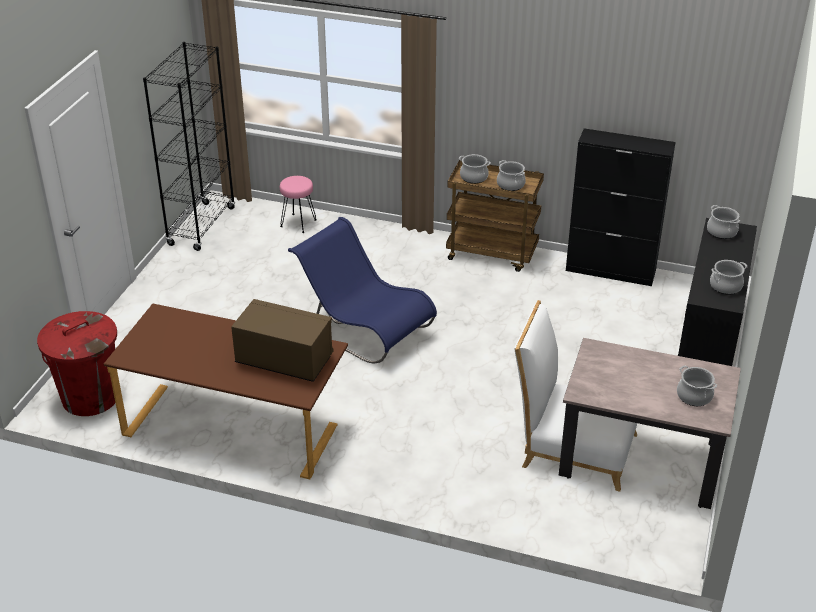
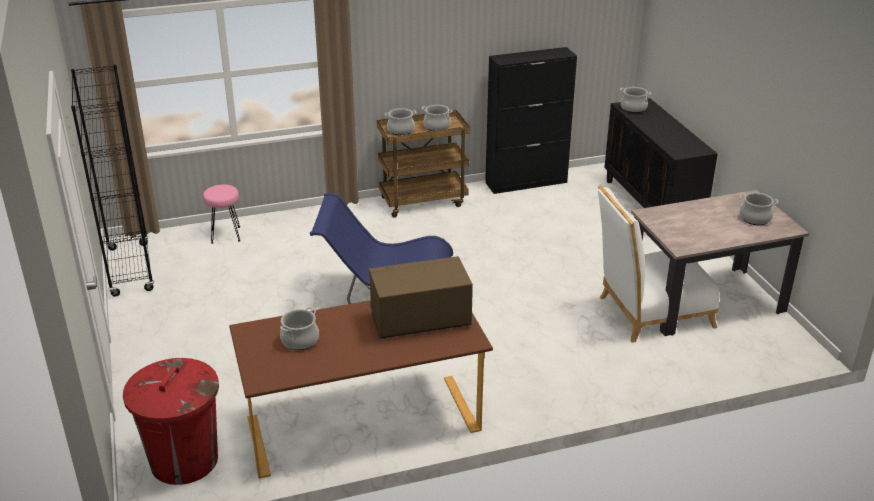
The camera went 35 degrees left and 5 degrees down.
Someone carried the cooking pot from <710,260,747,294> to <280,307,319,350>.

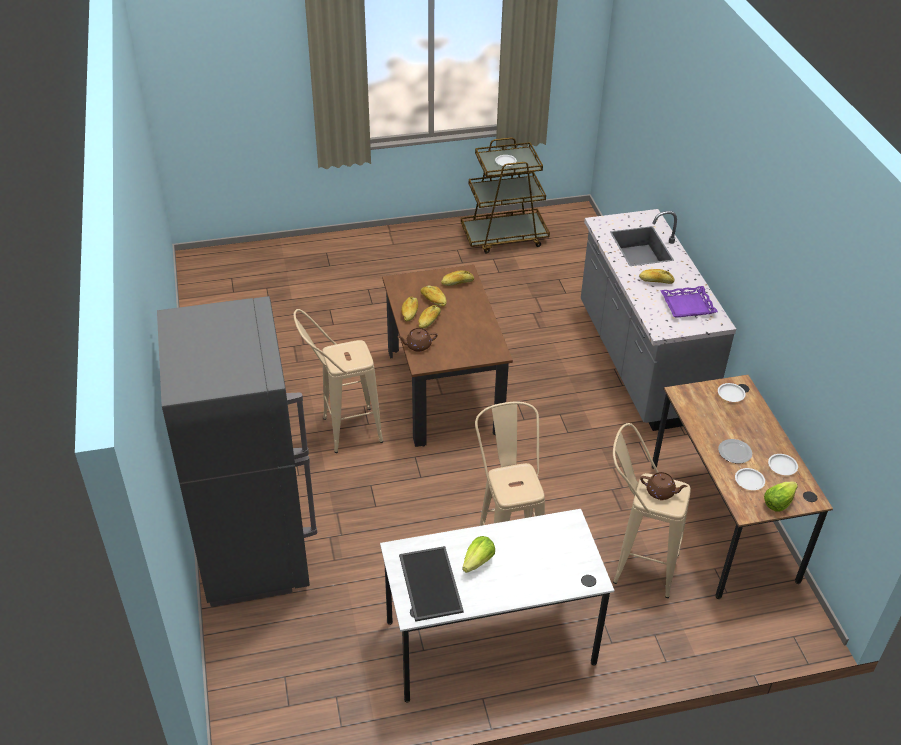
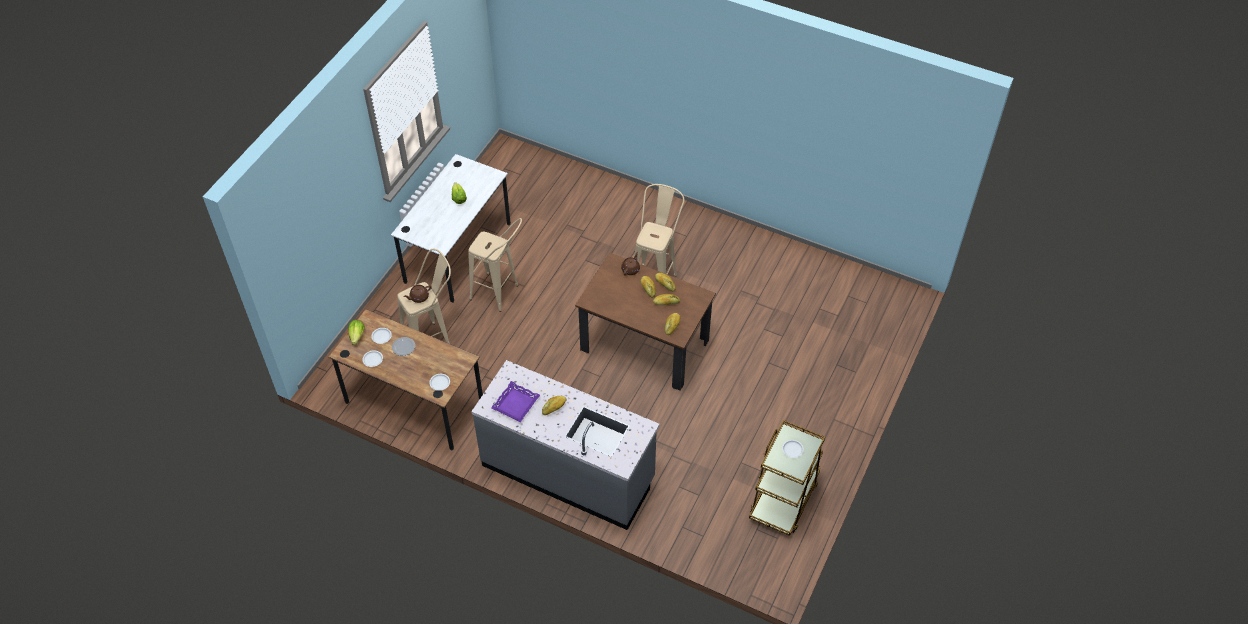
The camera went 130 degrees right and 10 degrees up.
Someone took away the fridge (grey) at <157,296,317,607>.
Someone took away the serving tray at <399,546,464,622>.

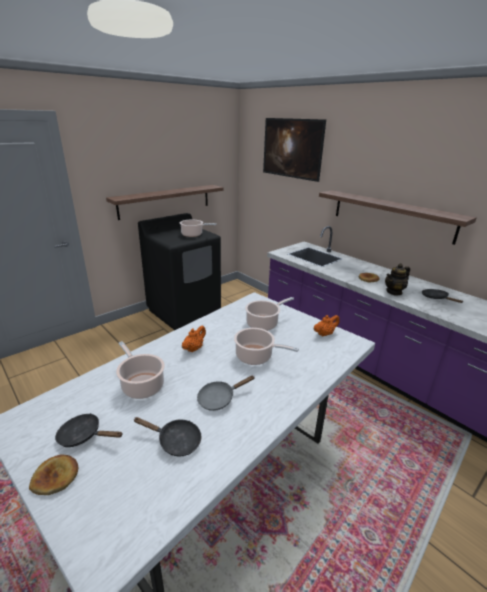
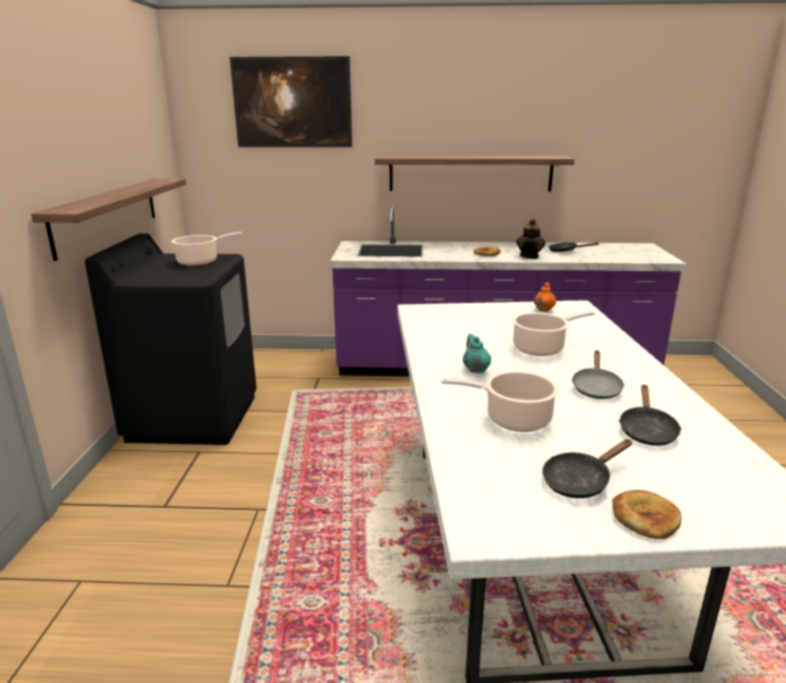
The camera went 45 degrees left and 5 degrees down.
Someone took away the cooking pot at <245,297,294,331>.
Someone repainted the pot for tea (orangey) at <182,326,206,352>, which became the pot for tea (turquoise) at <463,334,491,373>.
Someone rotated the frying pan (blackish) at <133,417,201,456> by 135 degrees clockwise.

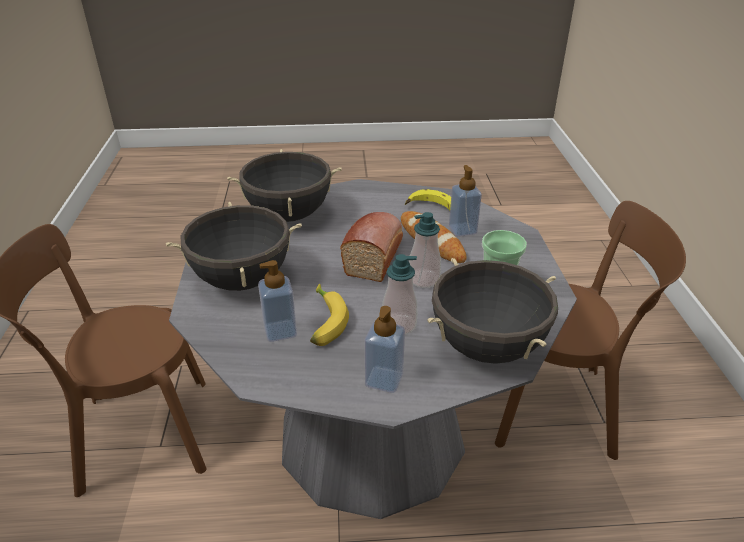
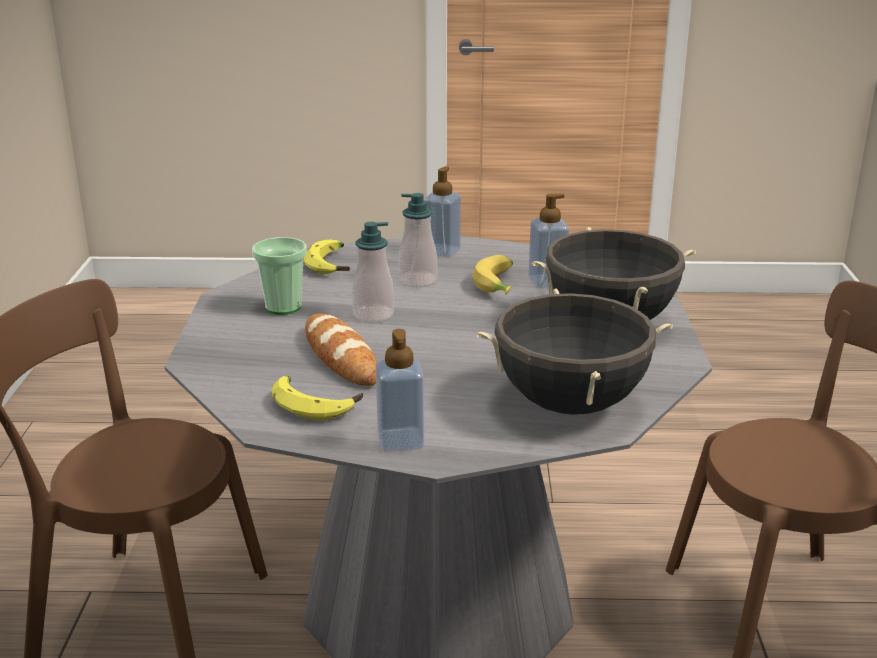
The camera went 175 degrees left and 10 degrees down.
Someone carried the soap bottle from <449,165,482,236> to <376,329,424,452>.
Someone took away the baked bread at <340,212,403,282>.
Someone swapped the cooking pot (blackish) at <427,258,558,364> for the banana fruit at <304,240,350,274>.

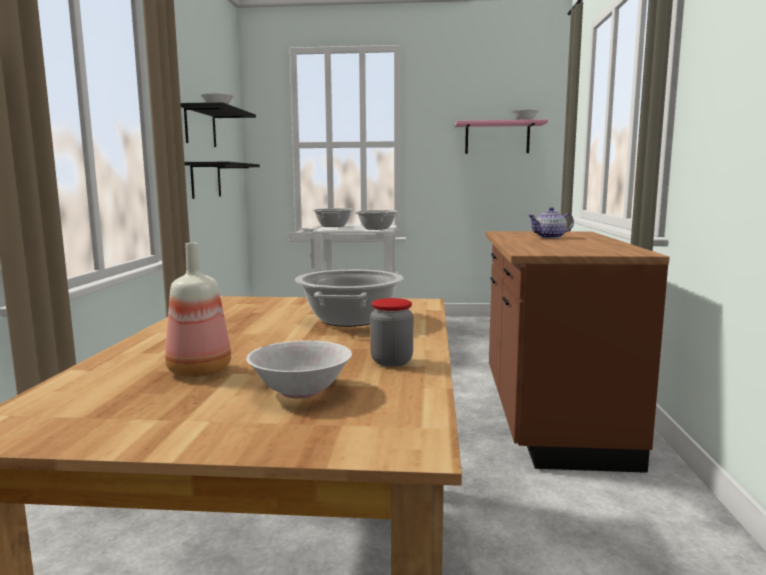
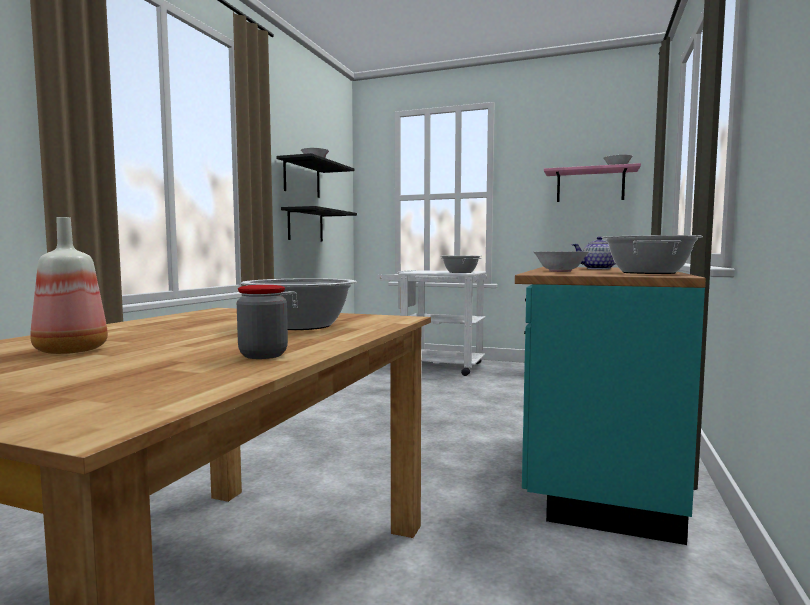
The camera went 15 degrees right and 5 degrees down.
Someone carried the cooking pot from <312,208,354,227> to <602,235,703,274>.
Someone repainted the kitchen counter (brownish) at <485,231,670,473>, which became the kitchen counter (turquoise) at <515,267,706,545>.
Someone carried the bowl (whitish) from <246,340,352,399> to <534,251,589,272>.

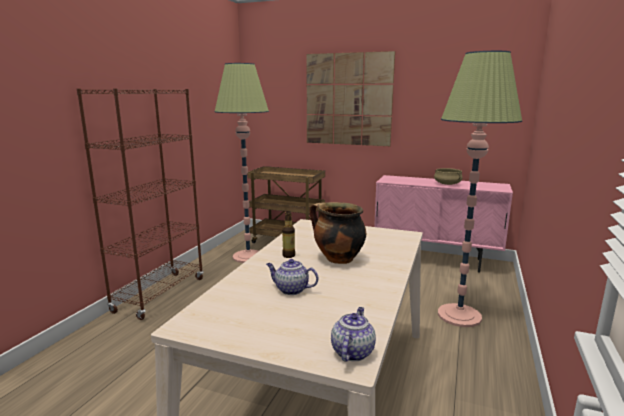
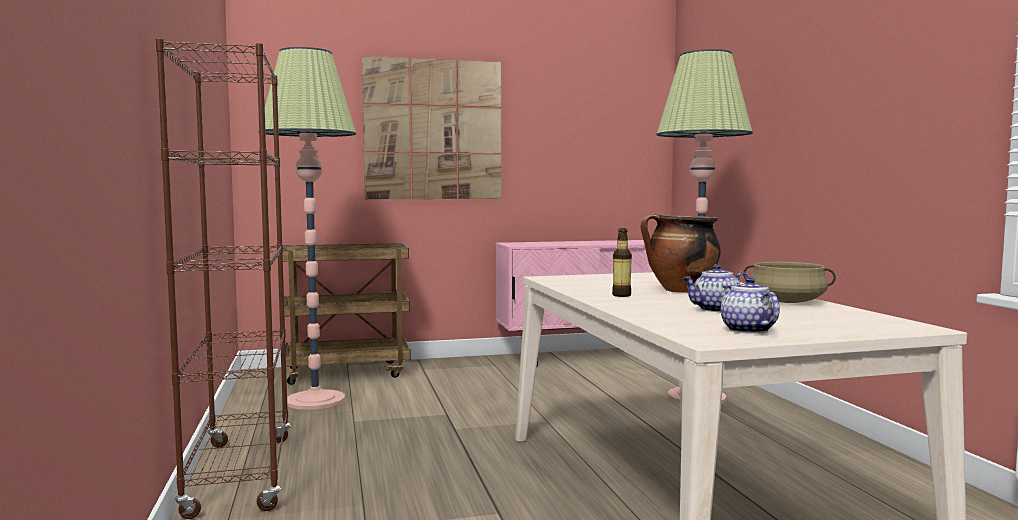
The camera went 35 degrees left and 10 degrees down.
Someone carried the cooking pot (sand-coloured) from <434,168,463,185> to <743,262,836,303>.
Someone carried the pot for tea from <331,307,376,362> to <721,277,780,334>.

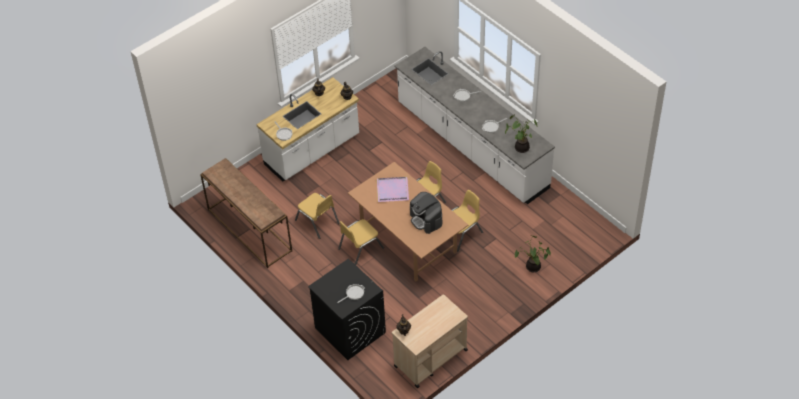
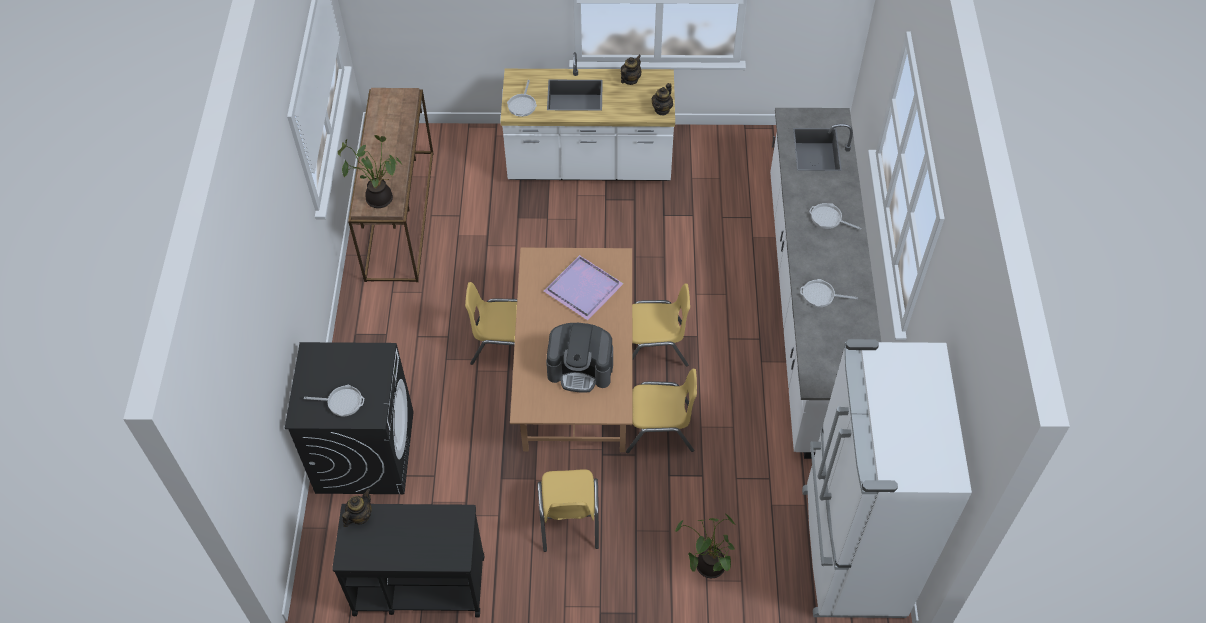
The camera went 40 degrees right and 5 degrees up.
Someone carried the potted plant from <505,114,537,153> to <338,135,402,208>.
Someone rotated the coffee machine at <410,192,442,234> by 90 degrees counterclockwise.
Someone carried the plain chair (yellow) from <295,193,339,239> to <538,469,599,552>.
Someone repainted the cart (sand-coloured) at <392,294,468,388>, which became the cart (blackish) at <332,504,484,618>.
Someone put down the fridge (whitish) at <802,339,972,618>.

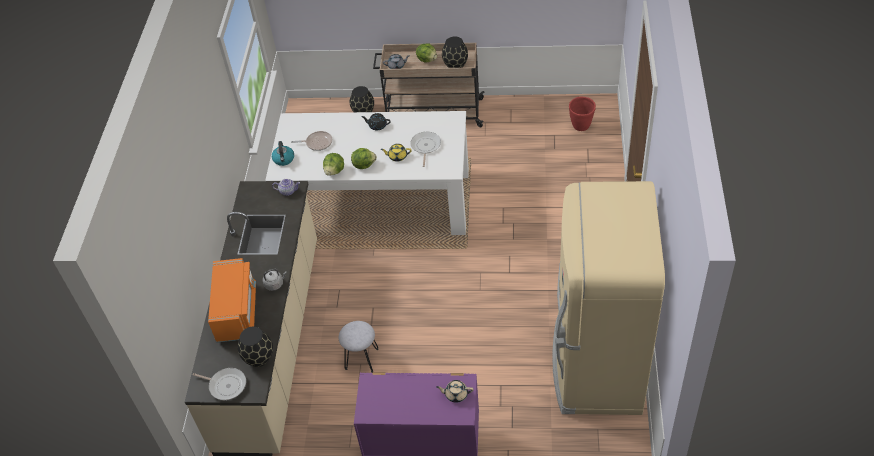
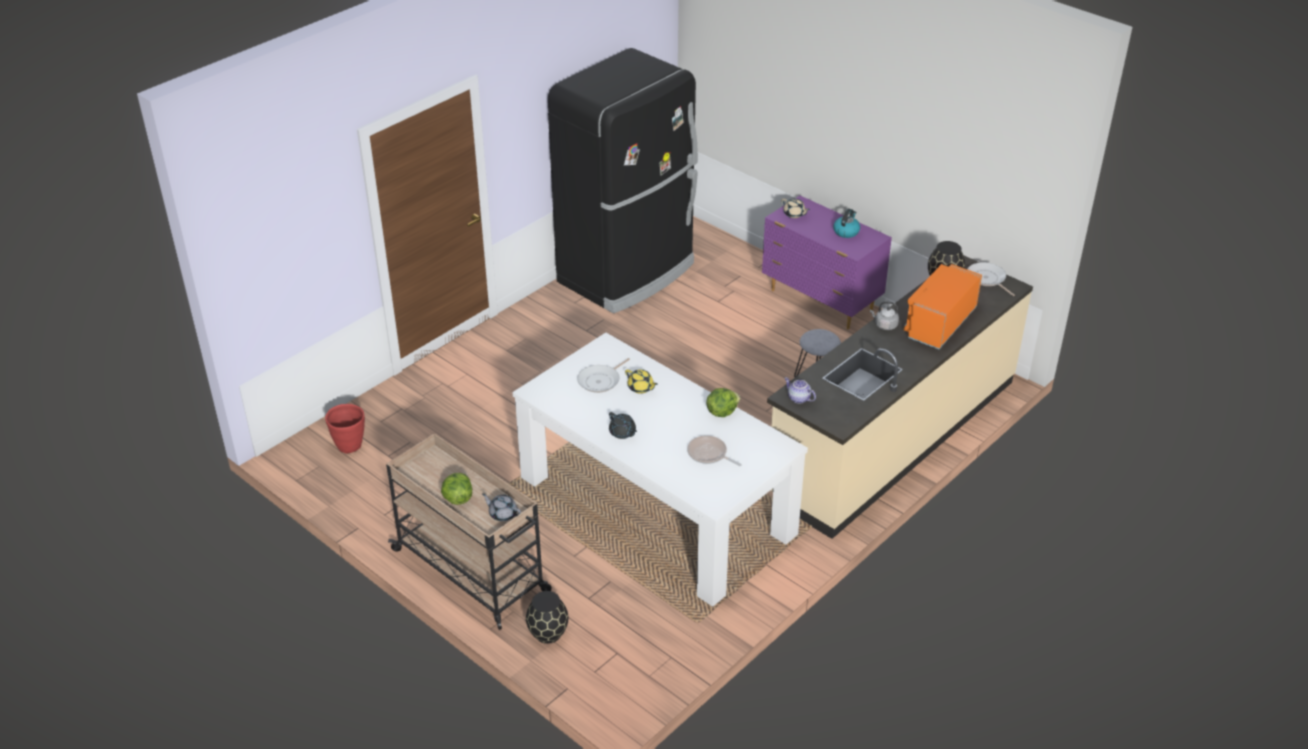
The camera went 145 degrees left and 10 degrees down.
Someone took away the decorative vase (blackish) at <442,37,468,68>.
Someone carried the tea kettle from <272,141,294,166> to <833,209,860,238>.
Someone took away the lettuce head at <351,148,377,169>.
Someone repainted the fridge (sand-coloured) at <552,181,665,415>, which became the fridge (blackish) at <548,48,698,313>.

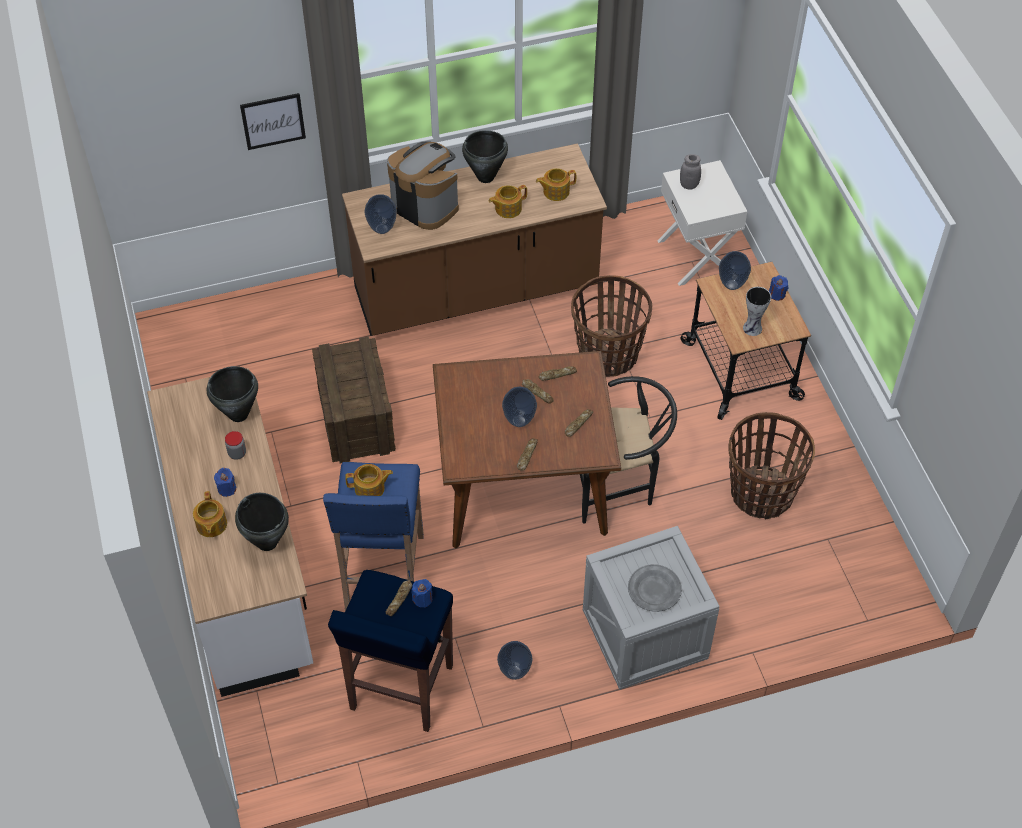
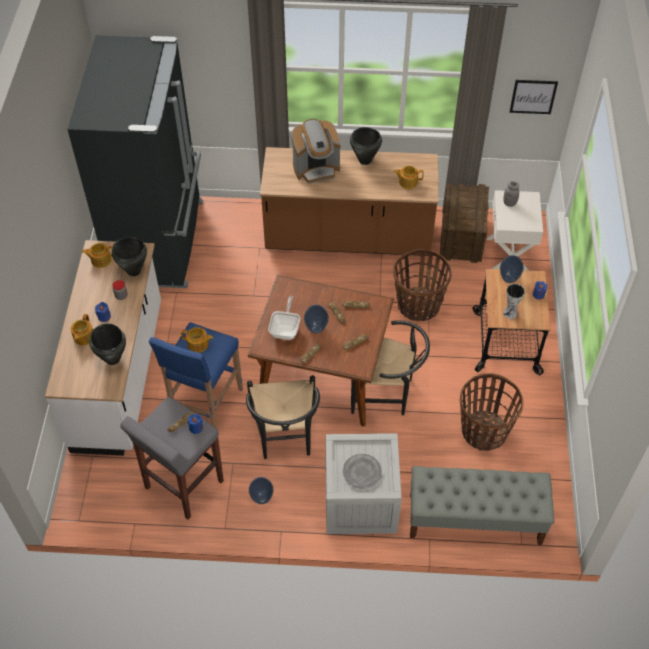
The camera went 20 degrees right and 0 degrees up.
Someone carried the wall picture from <240,93,306,150> to <510,80,558,114>.
Someone rotated the coffee machine at <387,142,459,230> by 105 degrees clockwise.
Someone carried the pot for tea from <489,185,527,218> to <82,243,113,268>.
Someone took away the decorative vase at <365,194,397,234>.
Someone carried the packing crate from <312,336,396,463> to <440,183,489,263>.
Someone repainted the stool seat (bluish) at <328,570,453,732>, which became the stool seat (grey) at <120,397,224,520>.
Someone put down the fridge (blackish) at <67,35,203,288>.
Someone put down the frying pan at <268,296,300,340>.
Someone put down the plain chair (blackish) at <246,375,320,459>.
Someone put down the long seat (grey) at <410,466,554,545>.

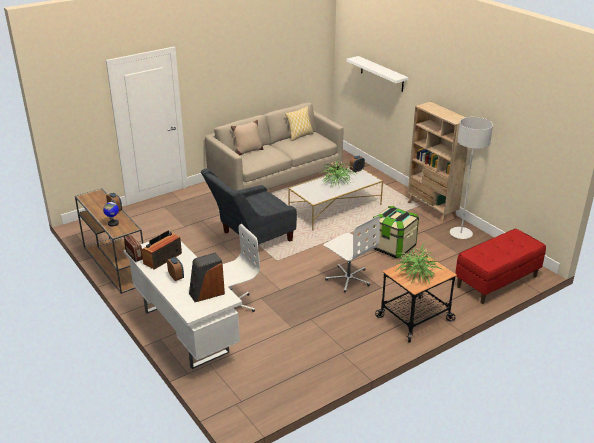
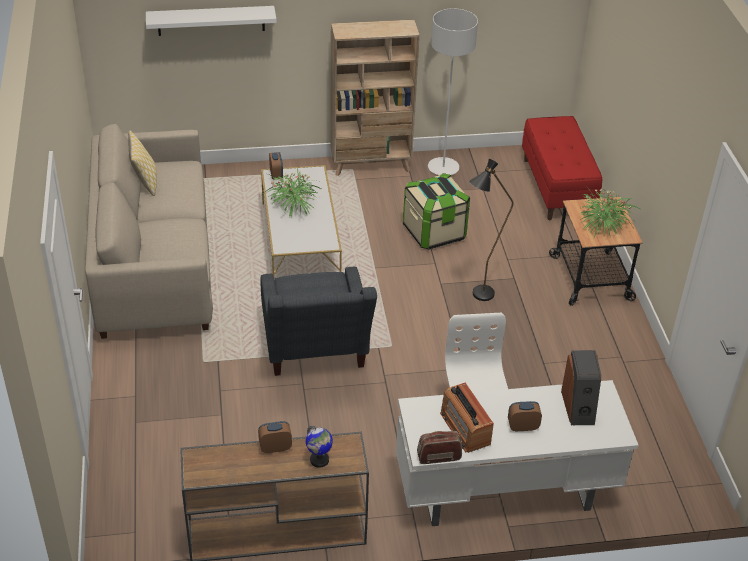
The camera went 65 degrees left and 10 degrees up.
Someone took away the cushion (sand-coloured) at <231,120,264,155>.
Someone swapped the desk chair (whitish) at <323,216,380,292> for the standing lamp (blackish) at <469,159,514,301>.

